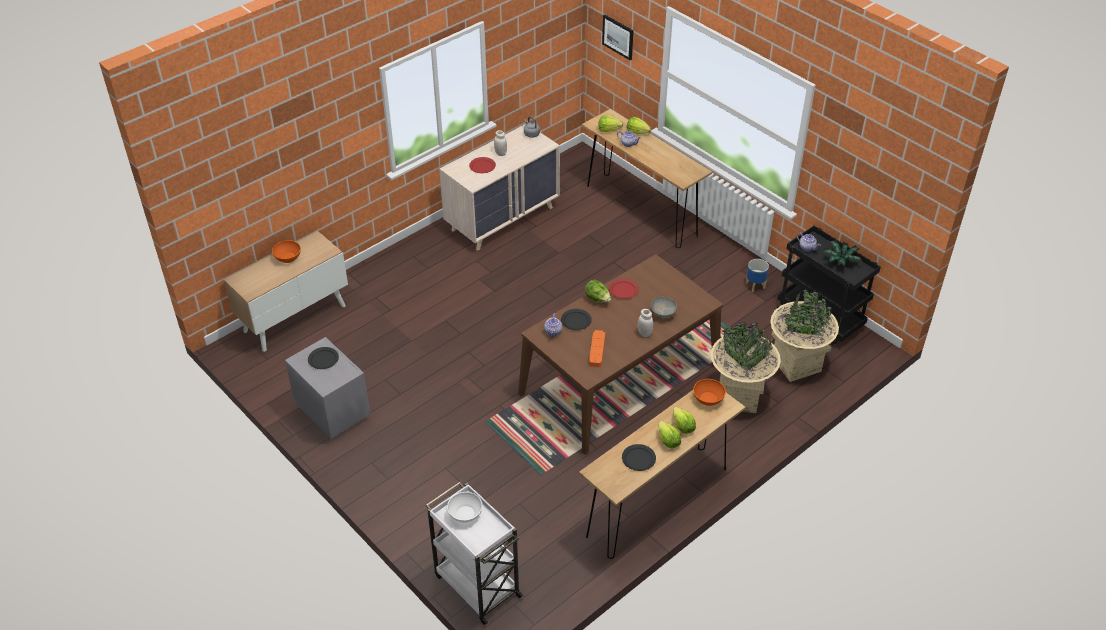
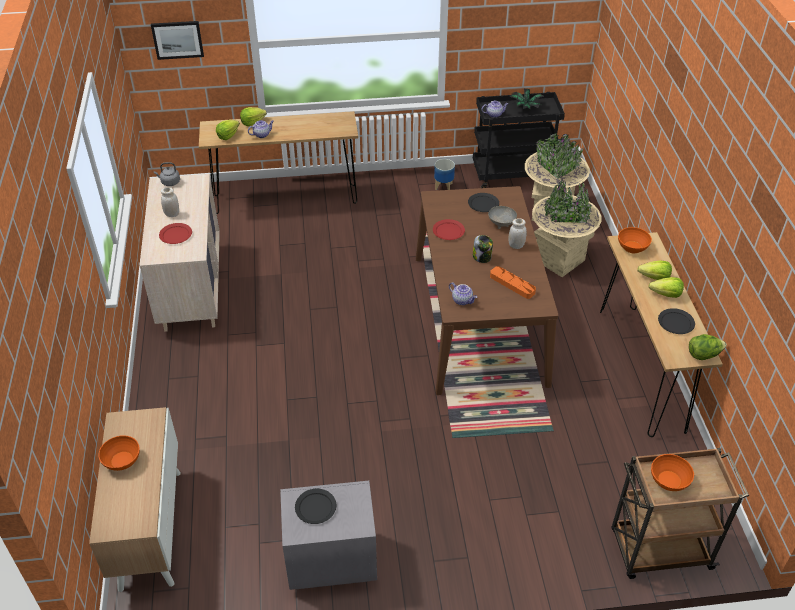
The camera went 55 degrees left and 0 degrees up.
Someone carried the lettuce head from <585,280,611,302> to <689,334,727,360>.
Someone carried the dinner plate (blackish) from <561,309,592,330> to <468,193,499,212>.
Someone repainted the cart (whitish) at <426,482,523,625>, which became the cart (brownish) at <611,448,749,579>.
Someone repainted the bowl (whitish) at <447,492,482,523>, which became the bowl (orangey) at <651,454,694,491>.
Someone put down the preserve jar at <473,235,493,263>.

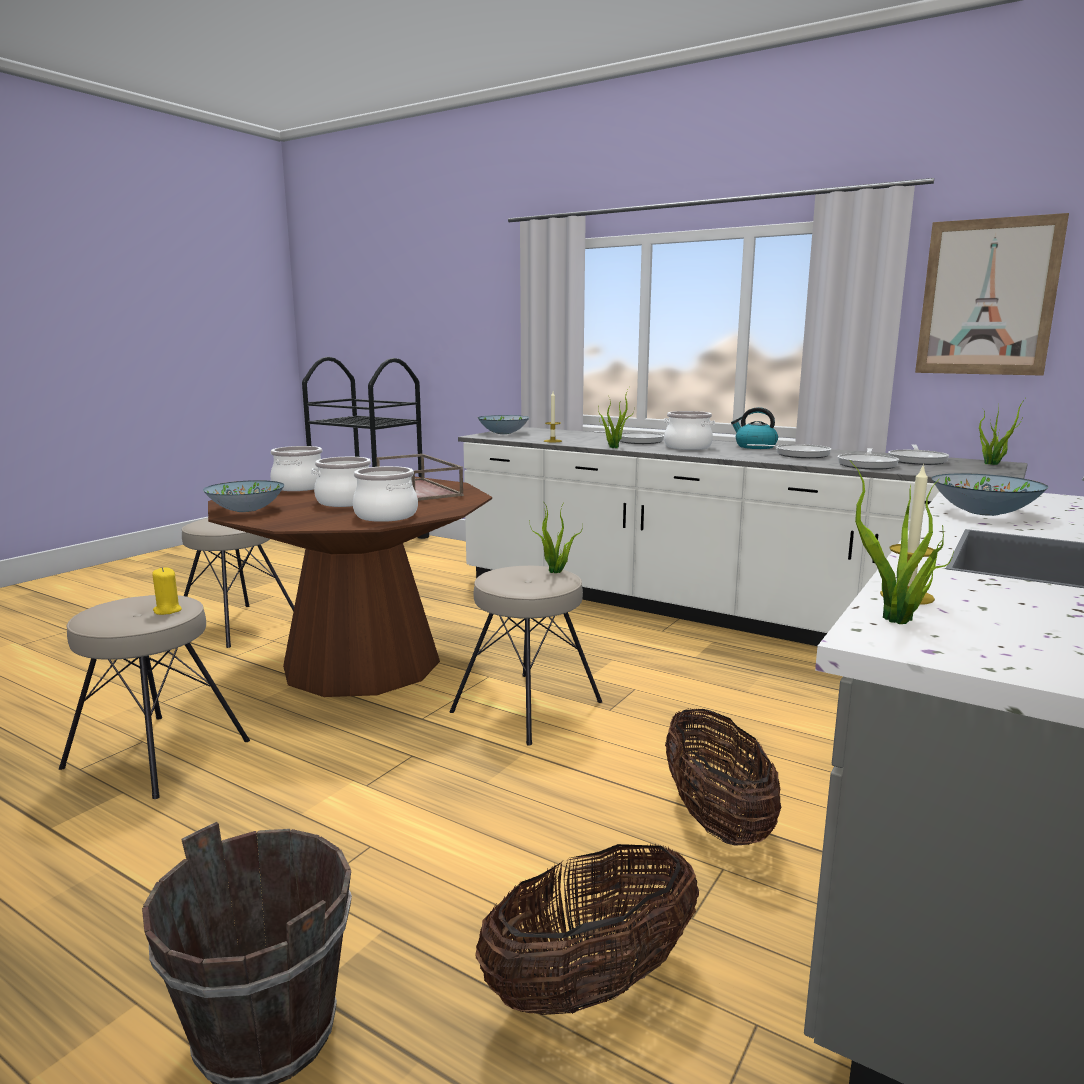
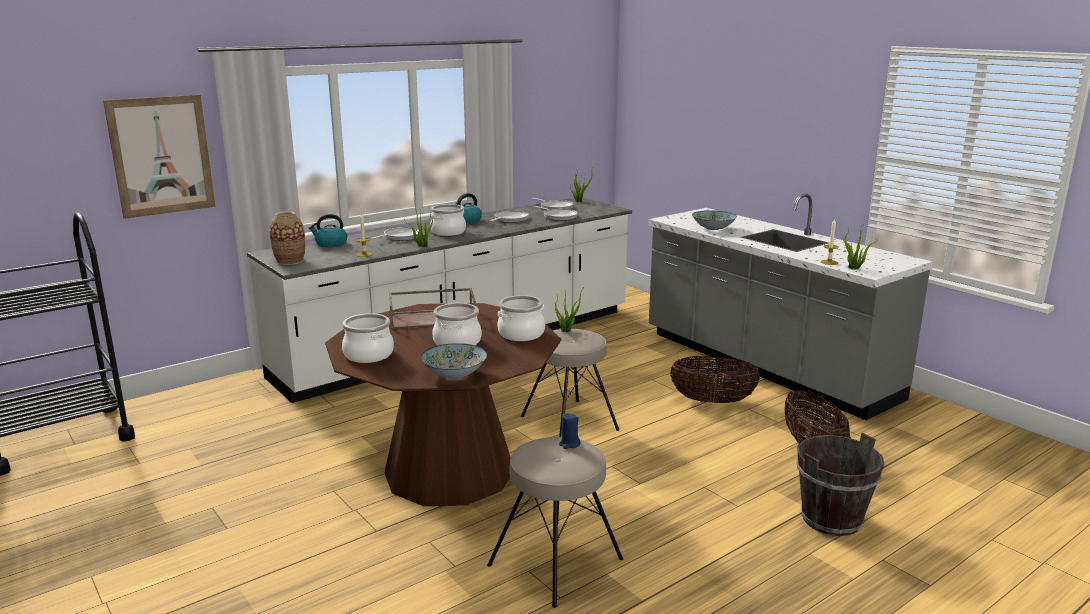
The camera went 70 degrees left and 5 degrees up.
Someone carried the wall picture from <915,213,1069,376> to <103,95,215,219>.
Someone swapped the bowl at <478,415,529,434> for the decorative vase at <270,211,305,265>.
Someone took away the stool seat (sand-coloured) at <182,518,294,648>.
Someone repainted the candle (yellow) at <152,567,182,615>, which became the candle (bluish) at <559,413,580,449>.
Someone put down the tea kettle at <309,214,347,247>.

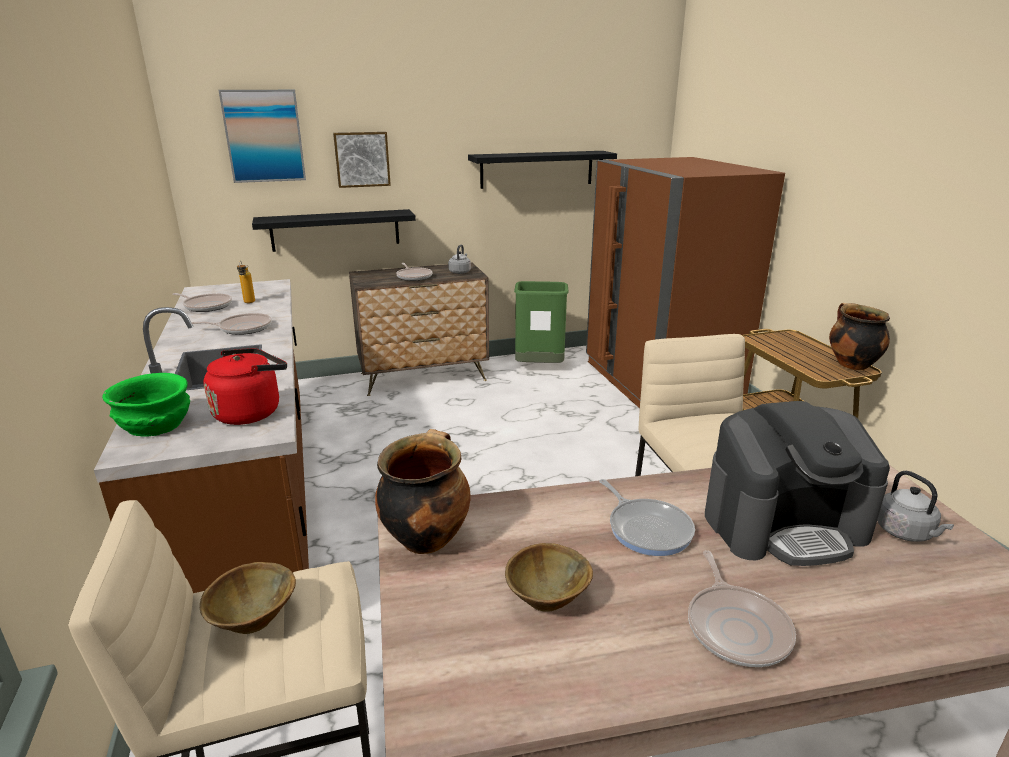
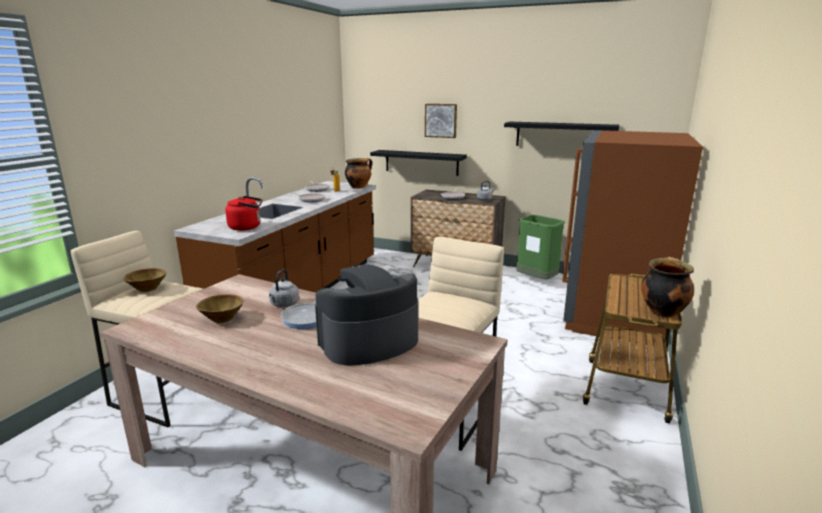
The camera went 40 degrees right and 5 degrees down.
Someone took away the wall picture at <219,90,306,183>.
Someone took away the bowl (green) at <102,373,190,437>.
Someone rotated the coffee machine at <705,401,890,566> by 120 degrees clockwise.
Someone carried the cooking pot from <375,429,471,554> to <345,158,373,189>.
Someone carried the tea kettle (grey) from <877,471,954,542> to <269,269,299,307>.
Someone took away the frying pan at <688,550,796,667>.

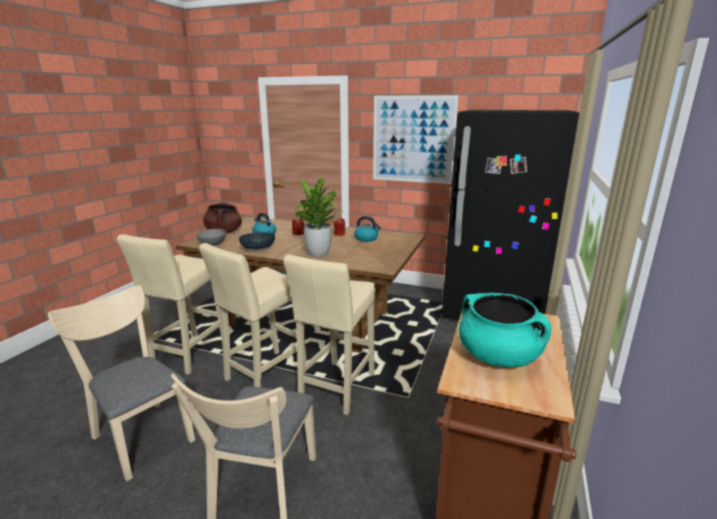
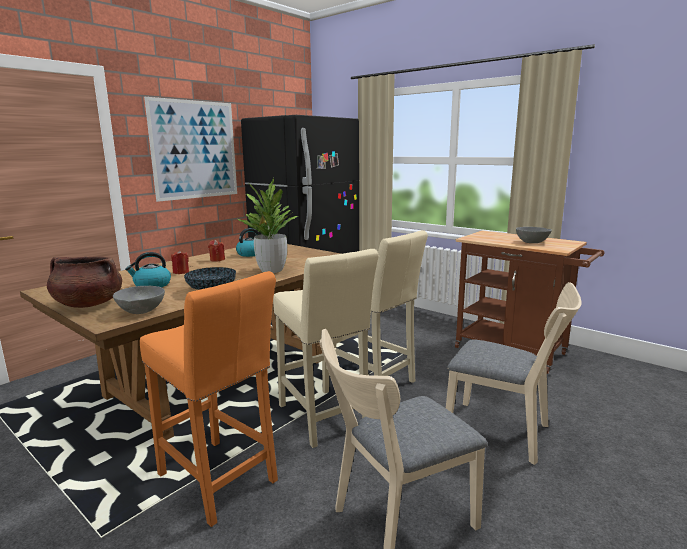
The camera went 70 degrees left and 5 degrees down.
Someone repainted the stool seat (sand-coloured) at <117,234,222,375>, which became the stool seat (orangey) at <140,271,278,527>.
Someone swapped the cooking pot (turquoise) at <459,293,551,367> for the bowl (grey) at <516,227,552,243>.

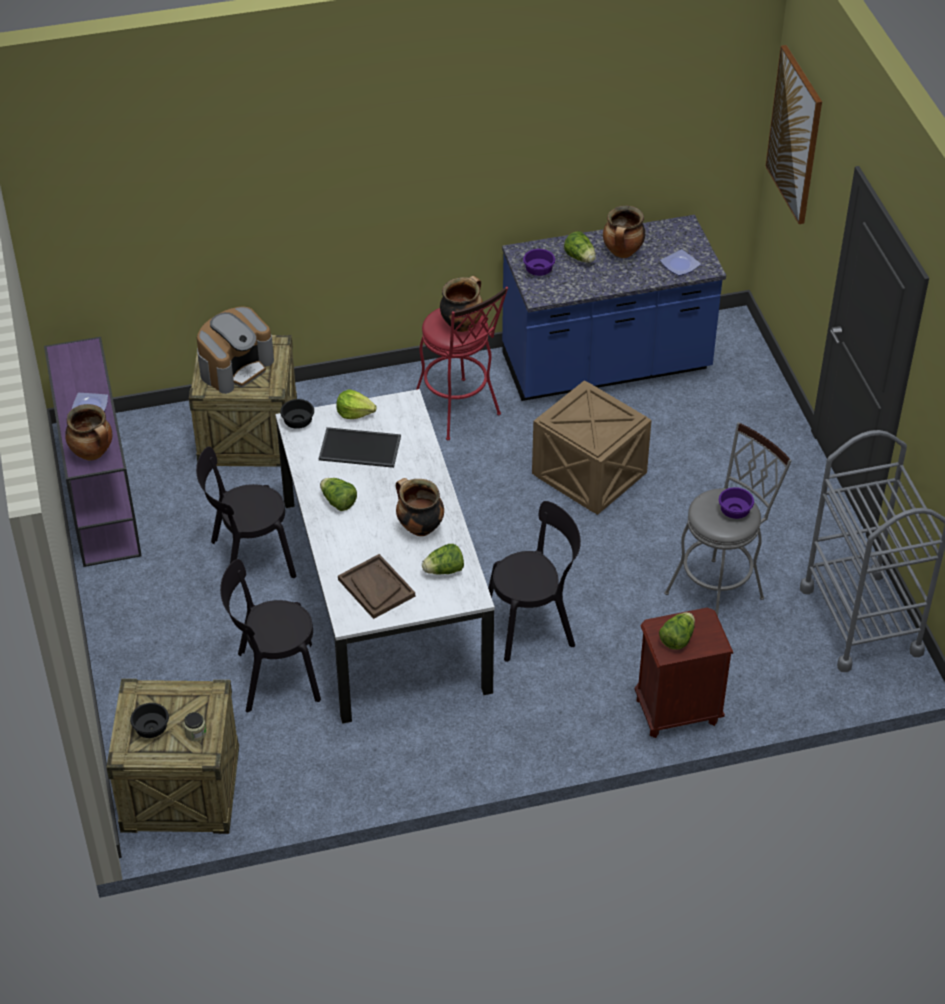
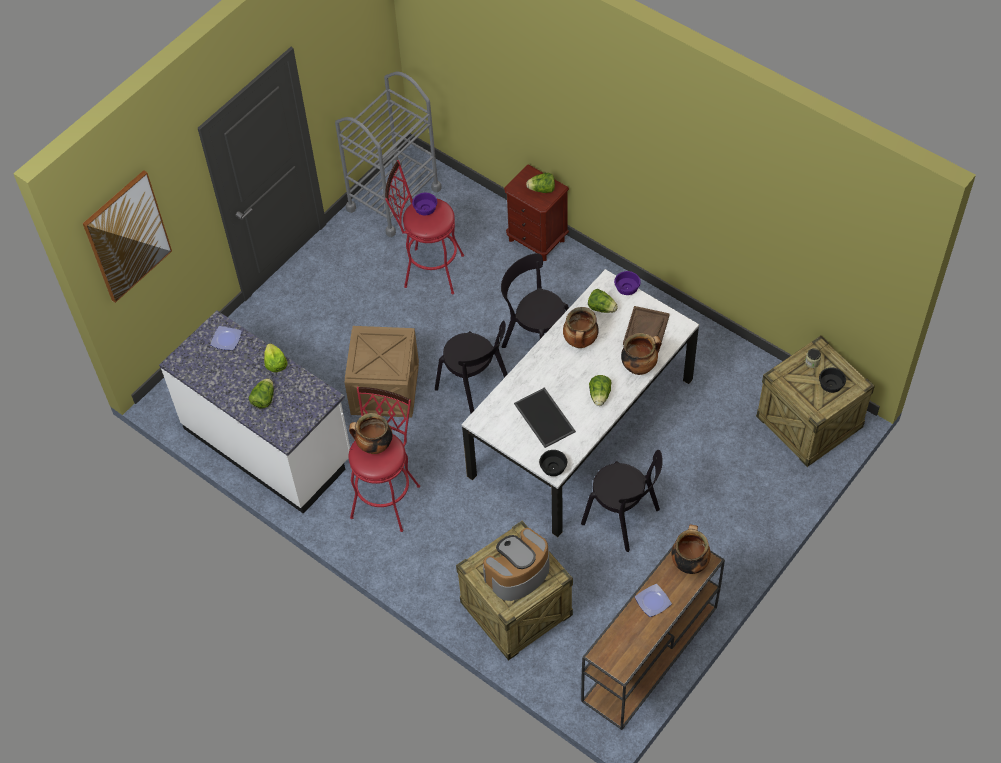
The camera went 125 degrees left and 10 degrees up.
Someone carried the cooking pot from <603,206,645,258> to <621,333,662,375>.
Someone repainted the kitchen counter (bluish) at <502,215,726,401>, which became the kitchen counter (whitish) at <159,310,350,514>.
Someone carried the bowl (purplish) from <523,249,555,276> to <614,271,641,295>.
Someone rotated the coffee machine at <197,306,274,394> by 45 degrees counterclockwise.
Someone repainted the narrow table (purplish) at <44,337,142,567>, which became the narrow table (brownish) at <581,546,725,730>.
Someone carried the lettuce head from <336,389,377,419> to <264,343,288,372>.
Someone repainted the stool seat (grey) at <664,422,792,616>, which became the stool seat (reddish) at <385,160,464,294>.
Someone carried the plain chair (blackish) from <220,559,321,712> to <435,320,508,414>.

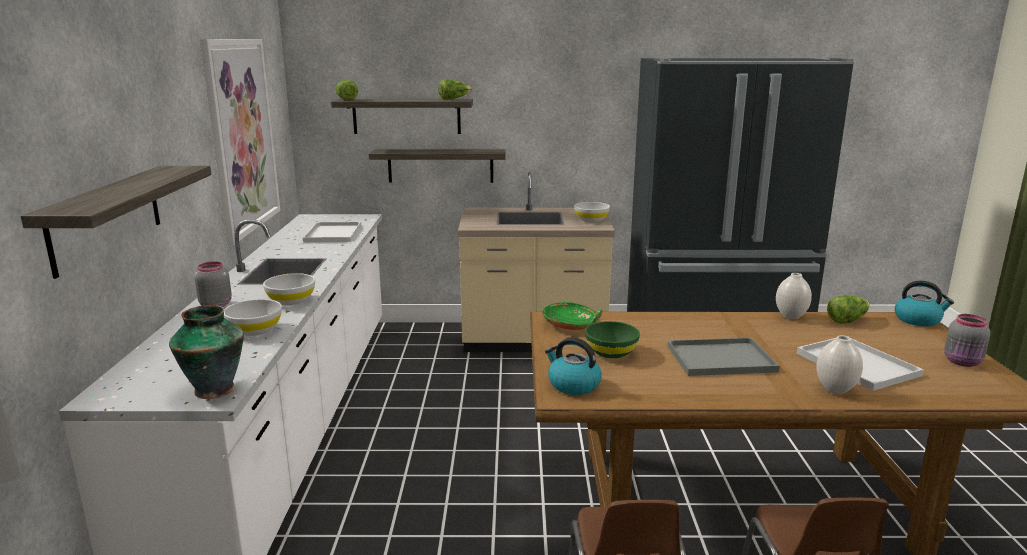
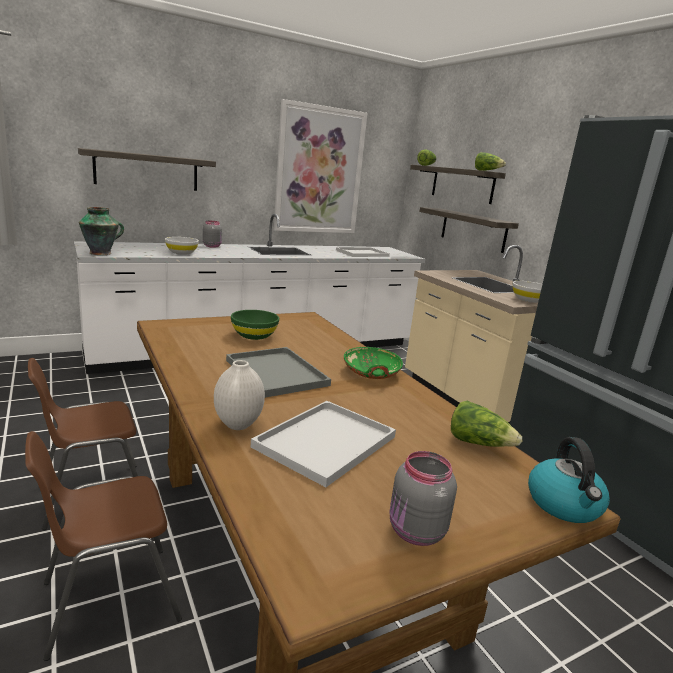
The camera went 60 degrees right and 0 degrees up.
Someone took away the bowl (whitish) at <263,273,315,305>.
Someone took away the decorative vase (whitish) at <776,273,812,319>.
Someone carried the bowl (green) from <542,302,602,330> to <344,347,403,379>.
Someone took away the tea kettle at <545,337,602,395>.

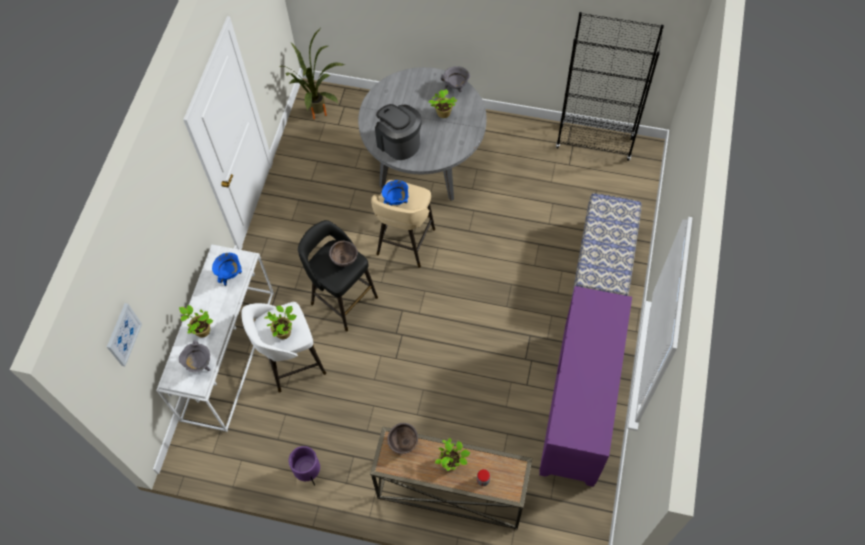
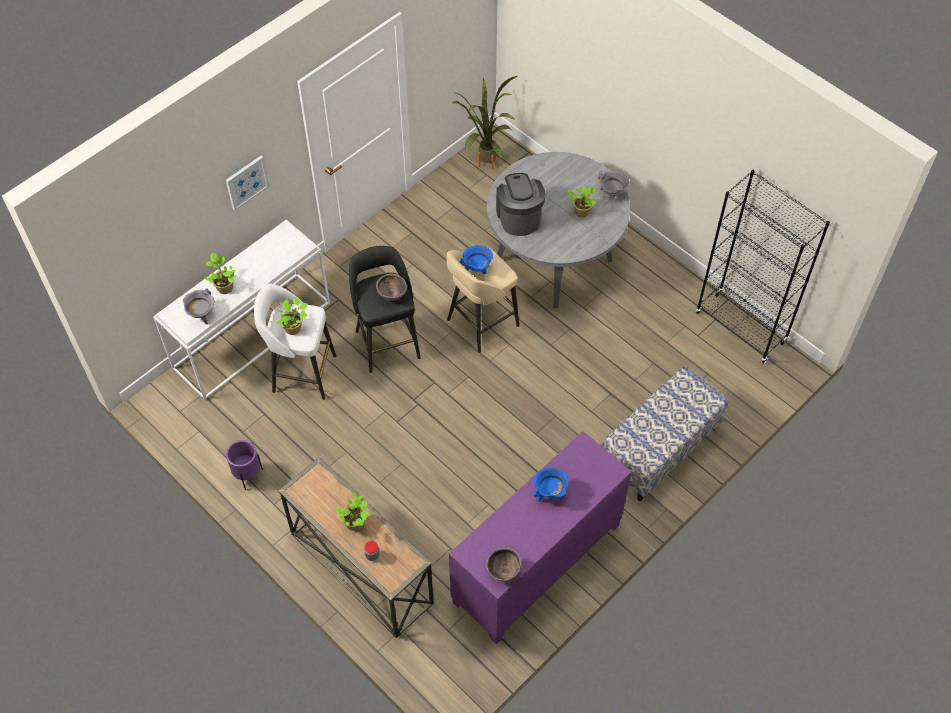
The camera went 30 degrees right and 5 degrees down.
Someone carried the cooking pot (bluish) from <212,253,242,286> to <533,467,568,502>.
Someone carried the wall picture from <107,303,142,366> to <226,156,269,211>.
Someone carried the bowl (brownish) from <388,423,418,454> to <486,547,522,582>.

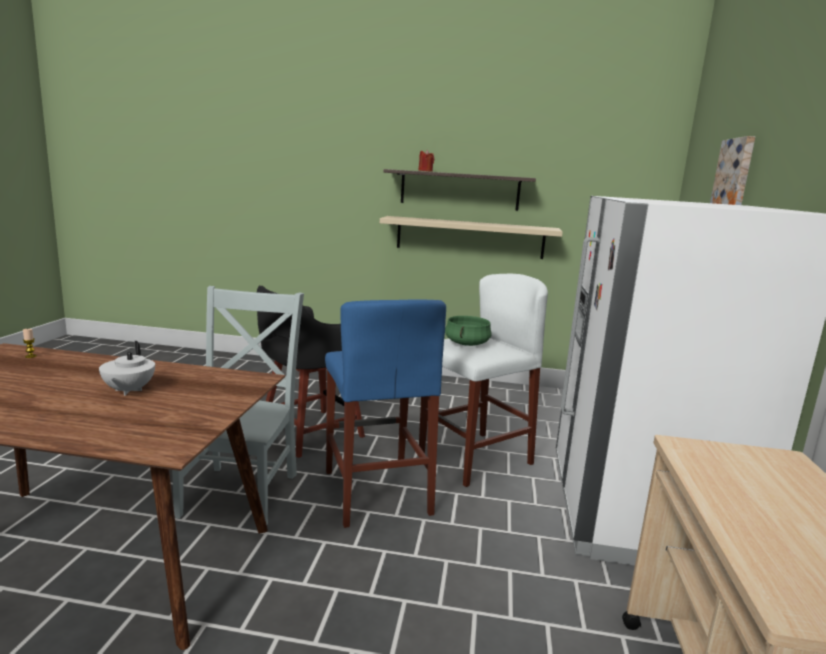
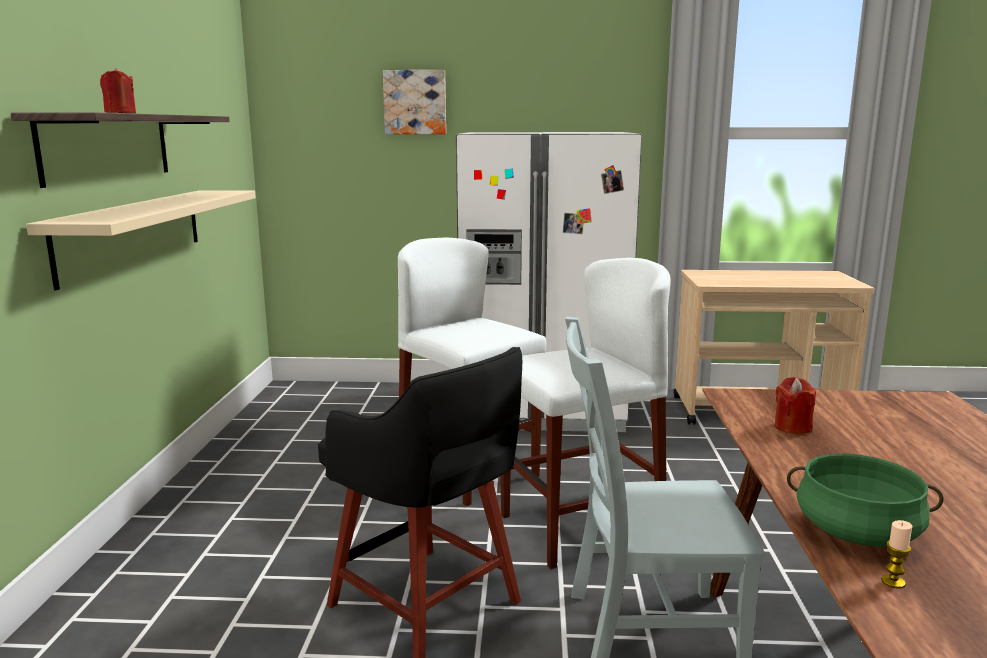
The camera went 95 degrees left and 0 degrees up.
Someone repainted the stool seat (bluish) at <325,299,446,528>, which became the stool seat (whitish) at <500,258,671,569>.
Someone carried the cooking pot (green) from <445,316,492,346> to <787,453,943,547>.
Someone took away the pot for tea (whitish) at <99,341,155,396>.
Someone put down the candle (reddish) at <775,377,816,434>.

